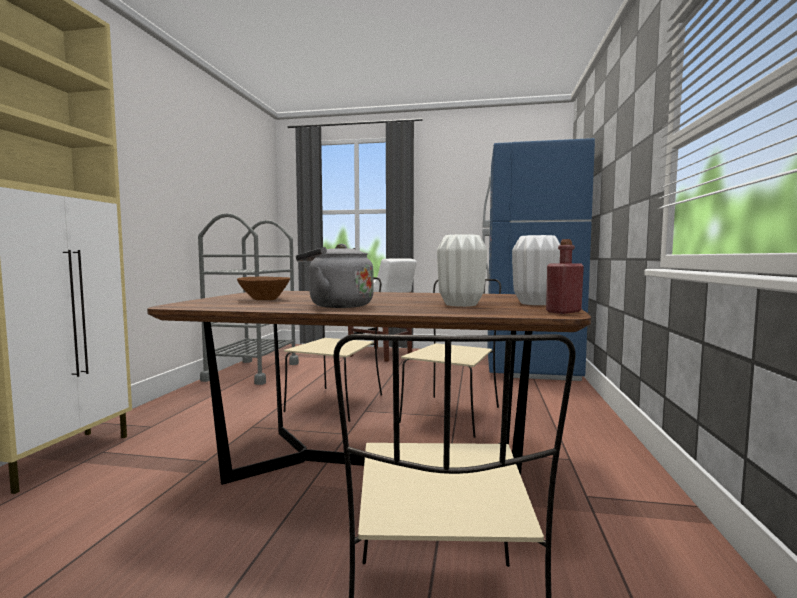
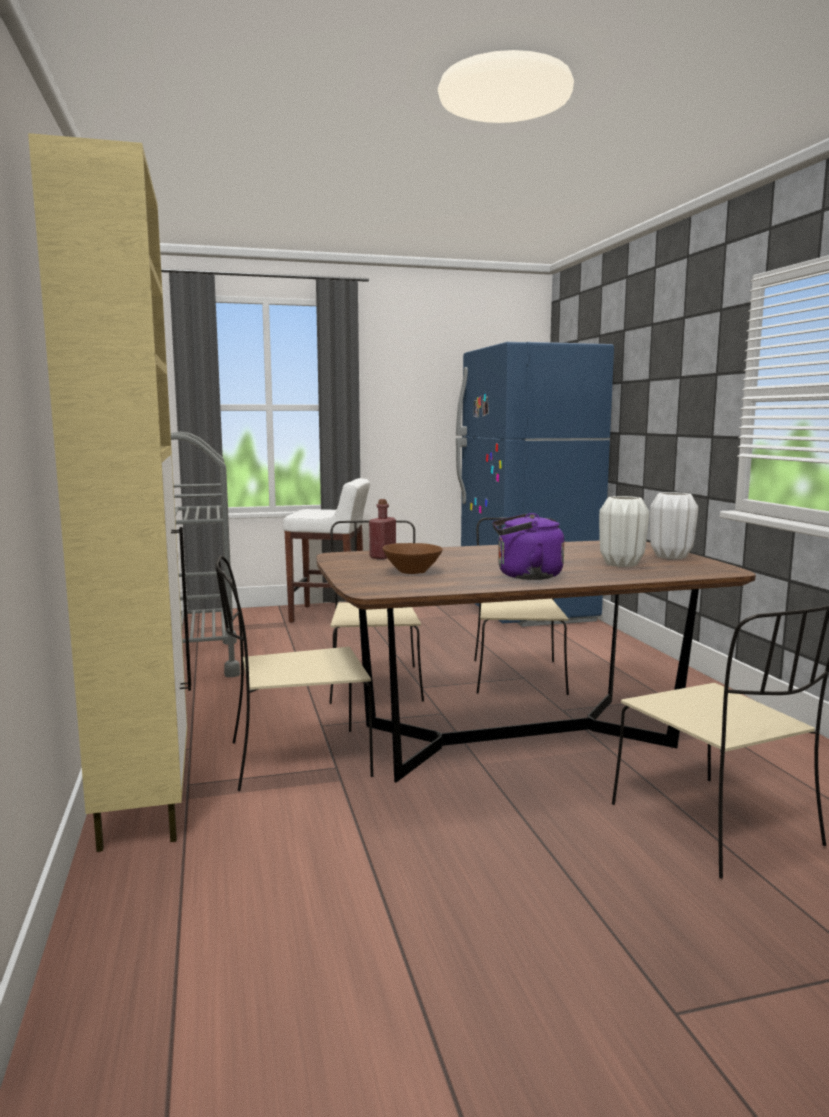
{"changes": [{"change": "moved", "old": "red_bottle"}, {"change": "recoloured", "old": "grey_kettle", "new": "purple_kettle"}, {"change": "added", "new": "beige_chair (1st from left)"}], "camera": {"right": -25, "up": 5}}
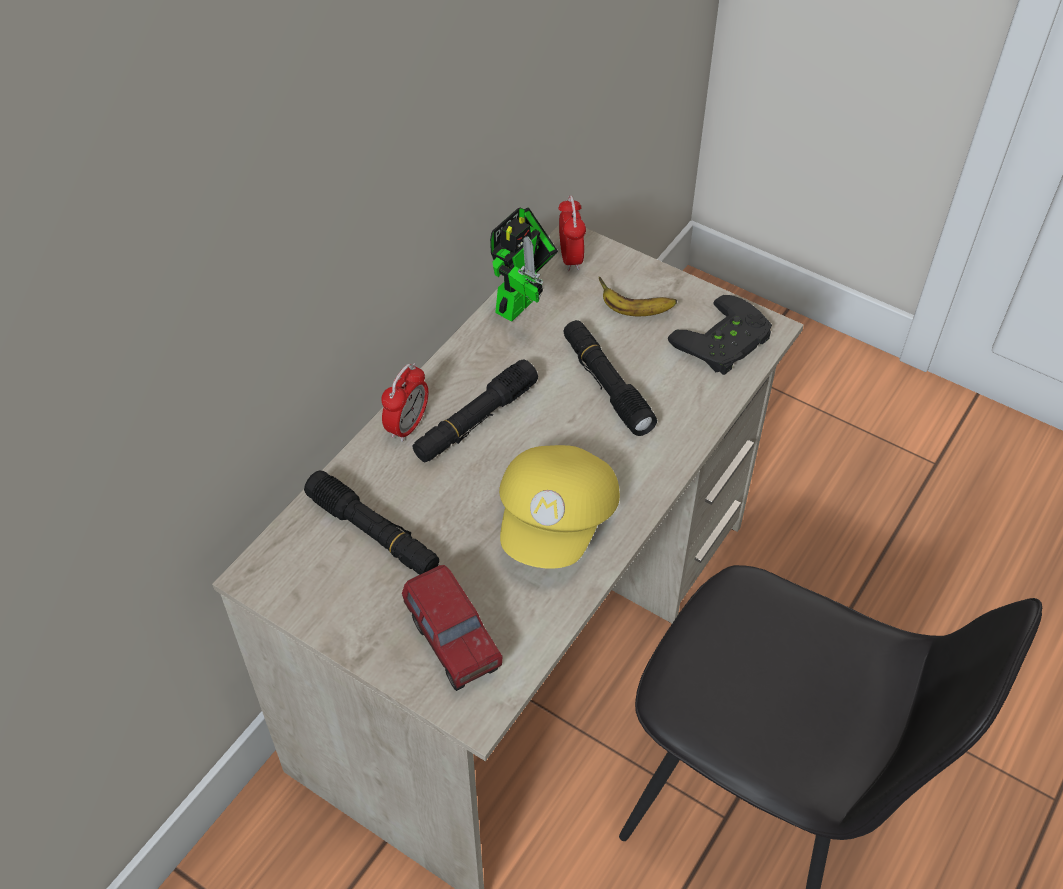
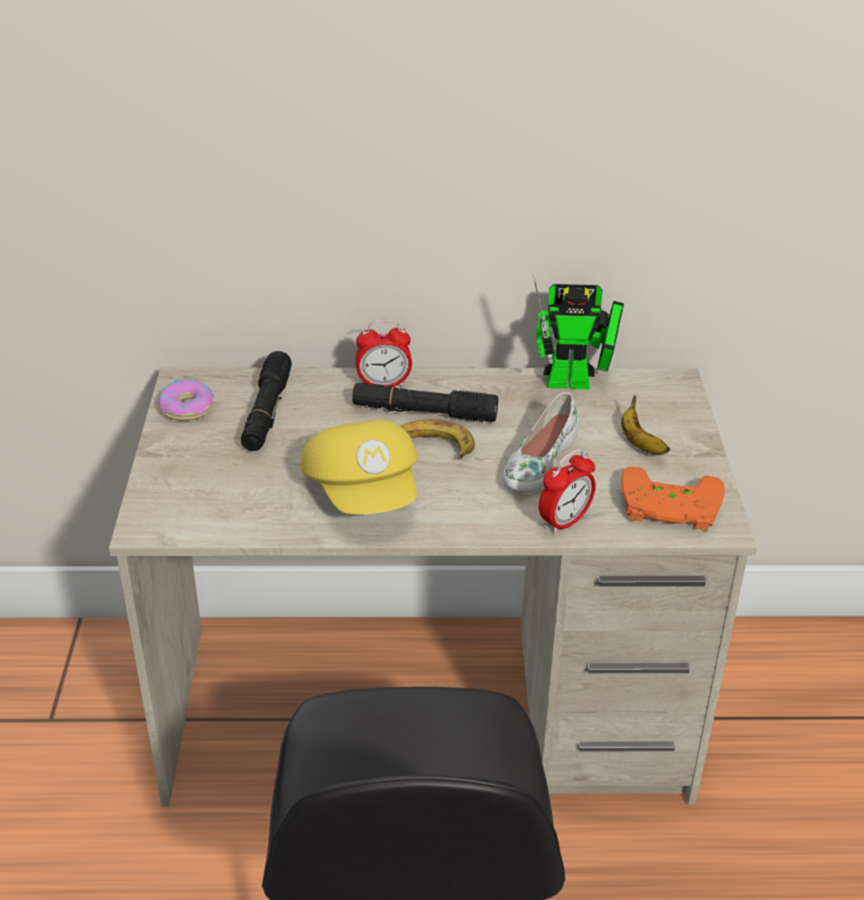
{"changes": [{"change": "moved", "old": "alarm_clock (2nd from left)"}, {"change": "recoloured", "old": "black_game_controller", "new": "orange_game_controller"}, {"change": "replaced", "old": "black_flashlight (3rd from left)", "new": "white_shoe"}, {"change": "turned", "old": "yellow_cap", "degrees": -90}, {"change": "removed", "old": "toy_truck"}, {"change": "added", "new": "donut"}, {"change": "added", "new": "banana (1st from left)"}], "camera": {"right": 55, "up": -15}}
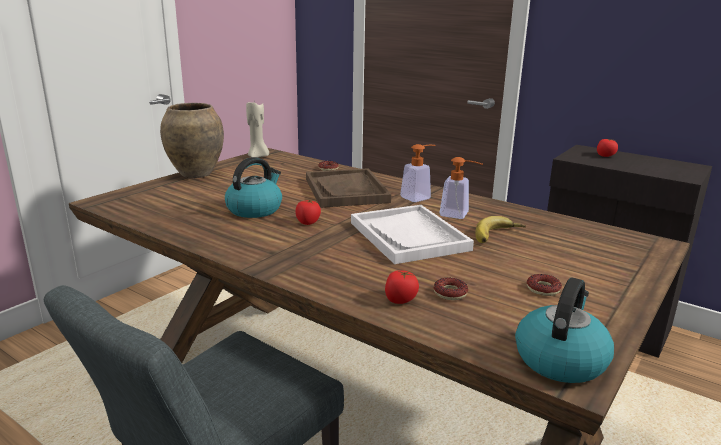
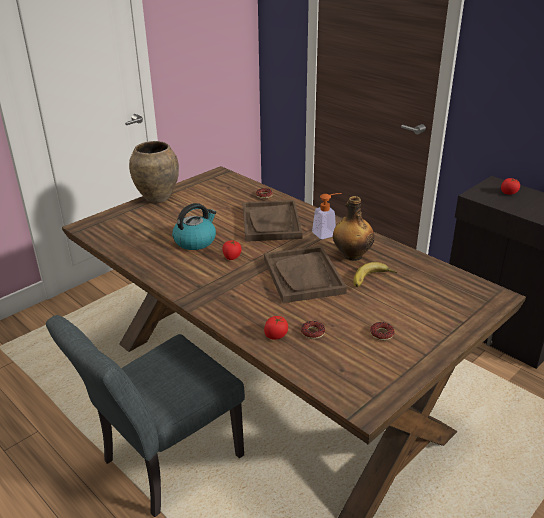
{"changes": [{"change": "removed", "old": "beige_candle"}, {"change": "replaced", "old": "soap_dispenser (2nd from left)", "new": "bottle"}, {"change": "recoloured", "old": "white_tray", "new": "brown_tray (2nd from left)"}, {"change": "removed", "old": "kettle (2nd from left)"}], "camera": {"right": 10, "up": 10}}
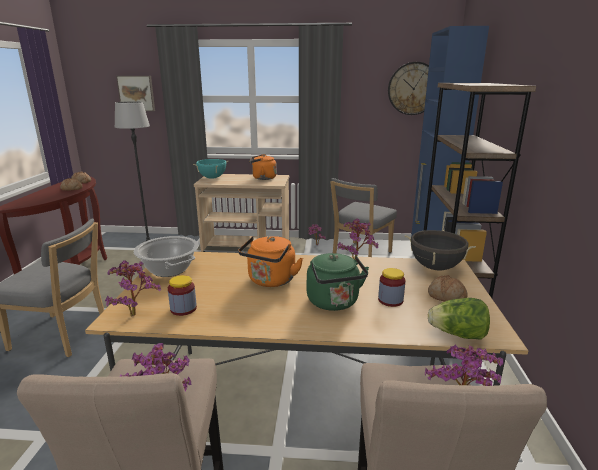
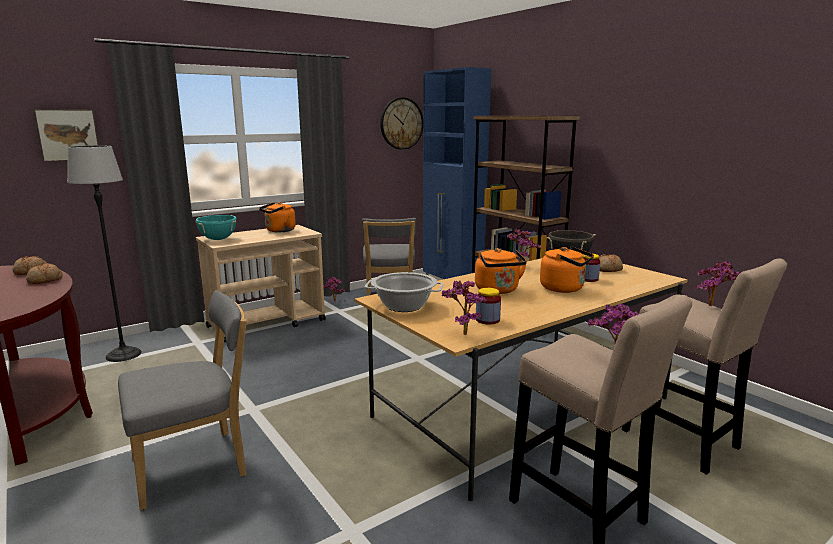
{"changes": [{"change": "recoloured", "old": "green_kettle", "new": "orange_kettle (3rd from left)"}, {"change": "removed", "old": "lettuce"}], "camera": {"right": -40, "up": -5}}
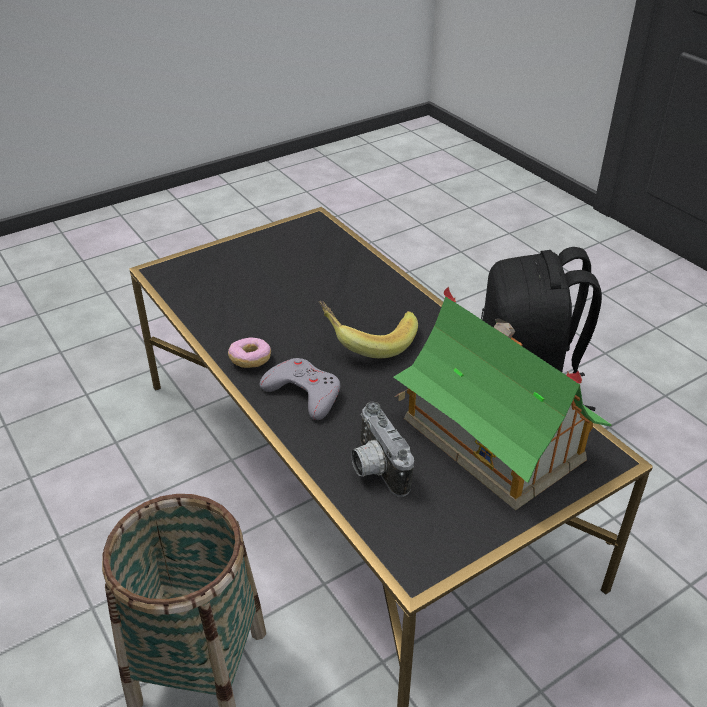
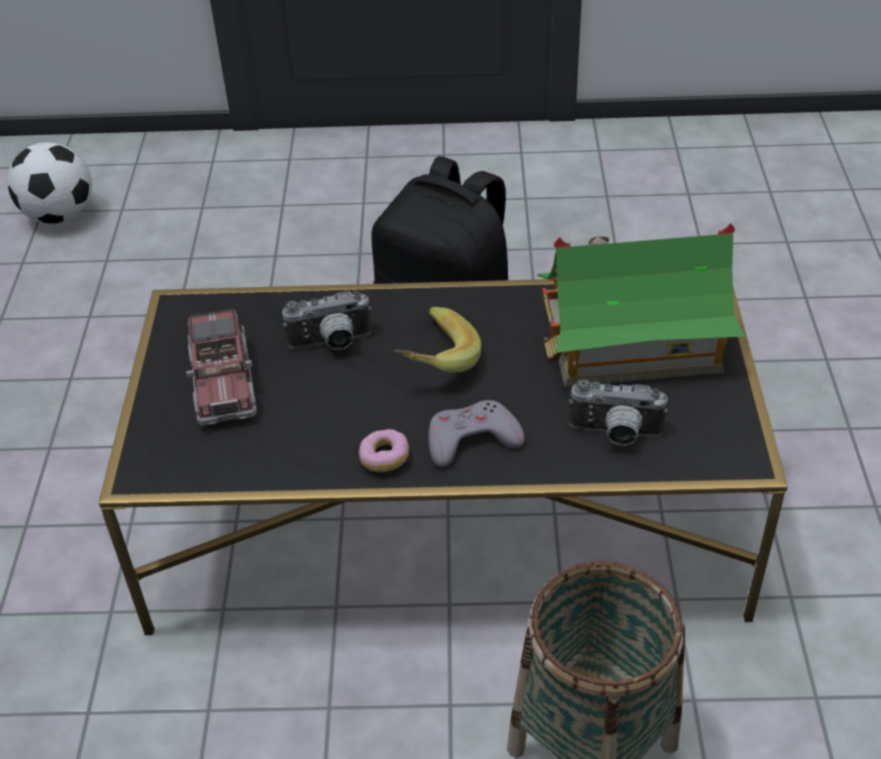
{"changes": [{"change": "added", "new": "football"}, {"change": "added", "new": "photo_camera (1st from left)"}, {"change": "added", "new": "toy_truck"}], "camera": {"right": -55, "up": 5}}
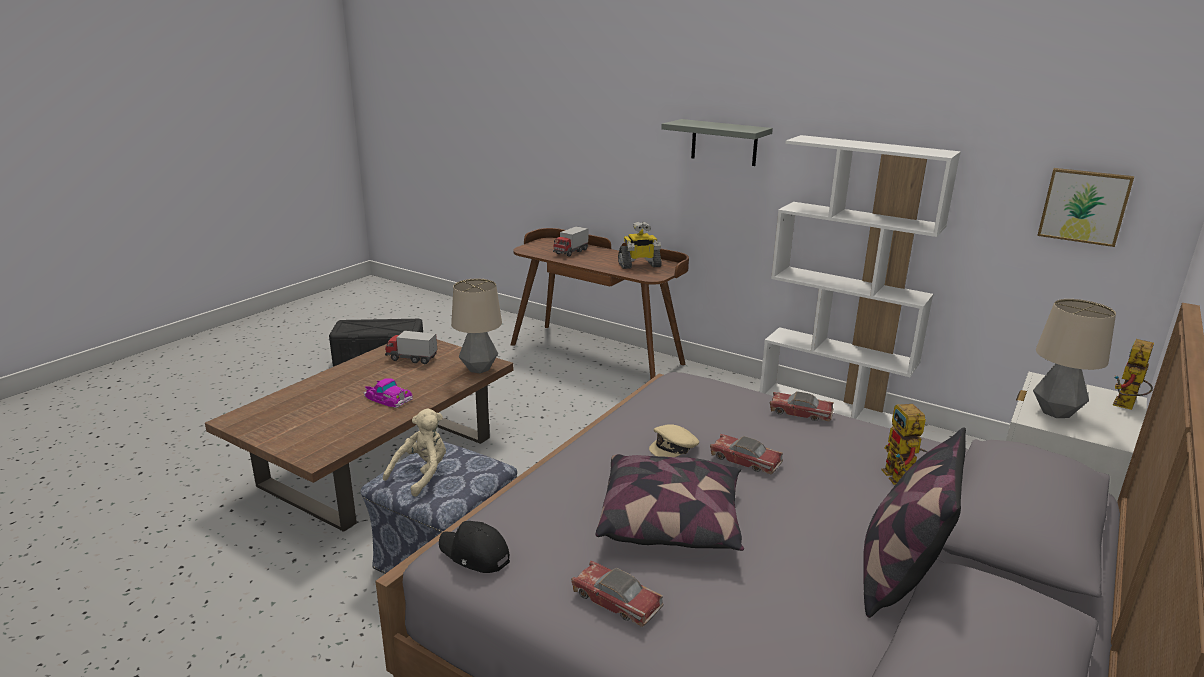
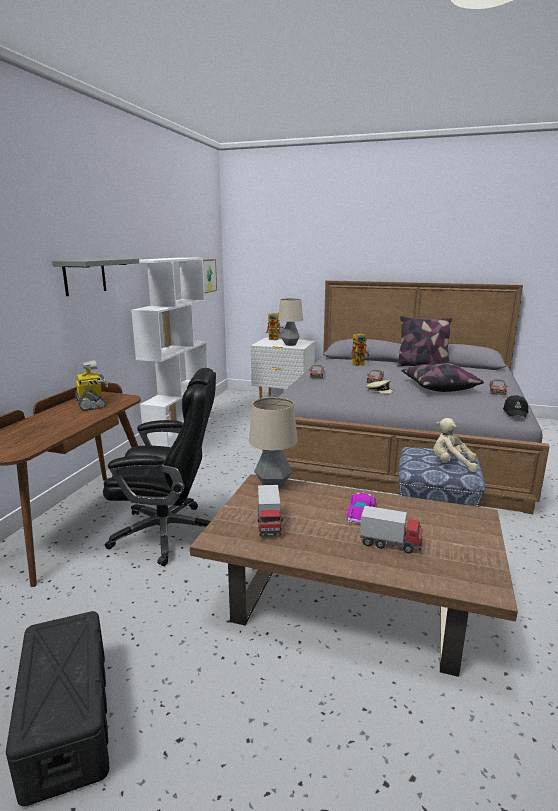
{"changes": [{"change": "moved", "old": "toy_truck (2nd from left)"}, {"change": "added", "new": "black_office_chair"}], "camera": {"right": -105, "up": -5}}
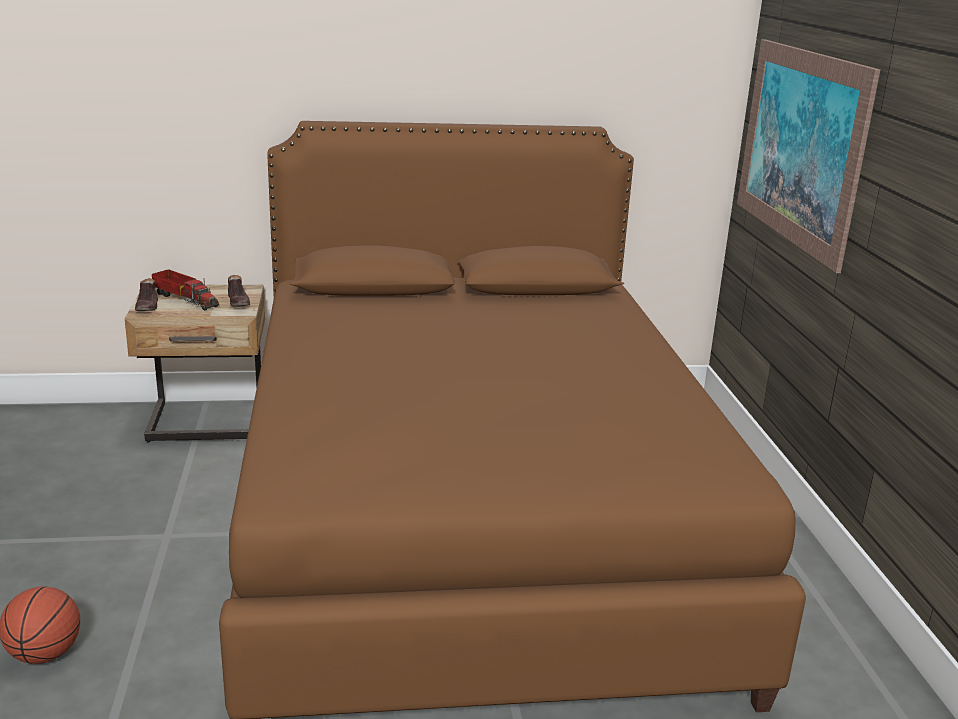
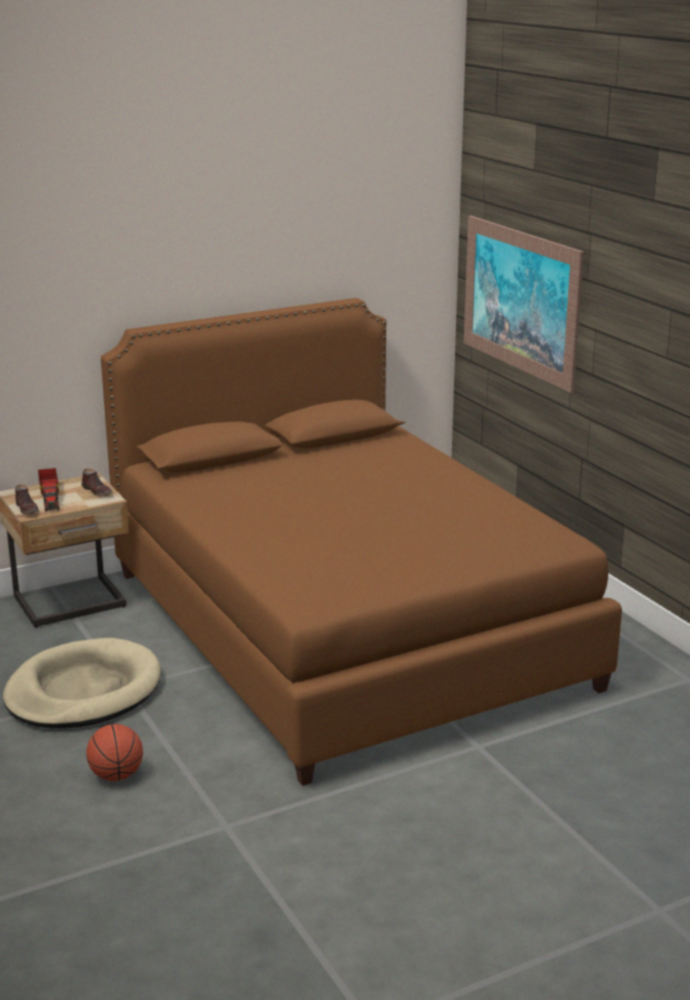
{"changes": [{"change": "turned", "old": "toy_truck", "degrees": 60}, {"change": "added", "new": "beige_dog_bed"}], "camera": {"right": -20, "up": 0}}
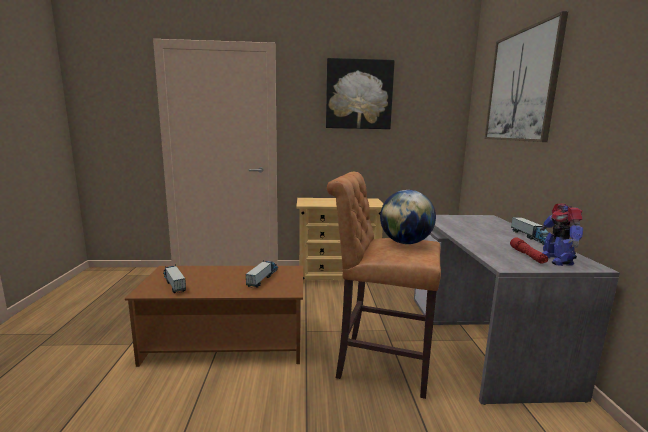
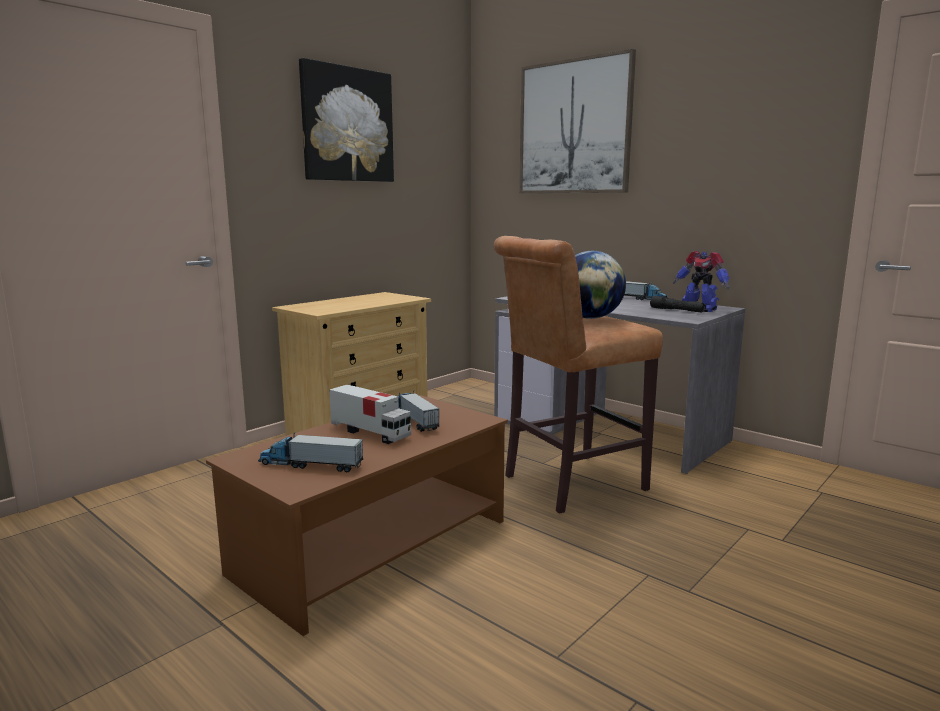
{"changes": [{"change": "recoloured", "old": "red_flashlight", "new": "black_flashlight"}, {"change": "added", "new": "toy_truck (2nd from left)"}], "camera": {"right": -45, "up": 0}}
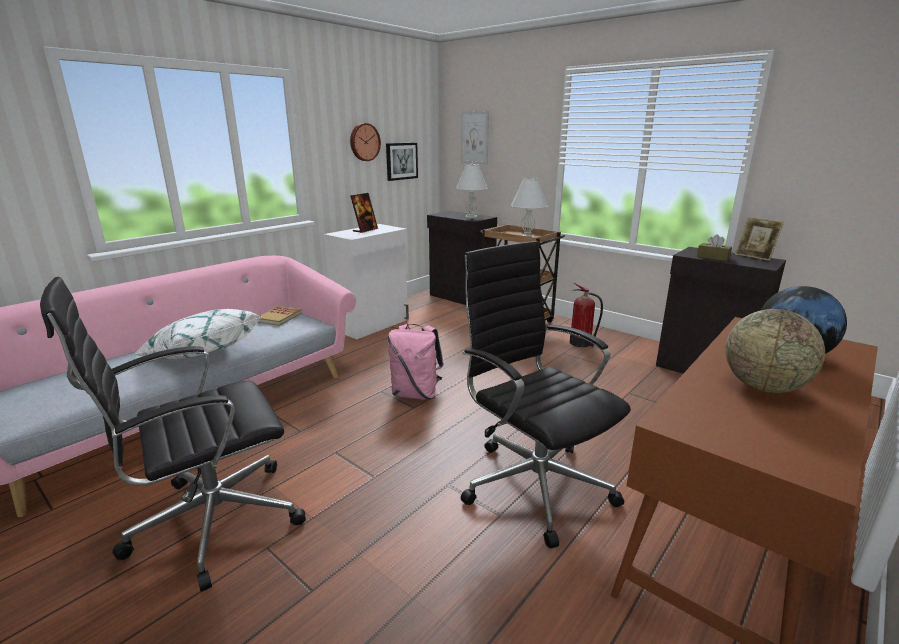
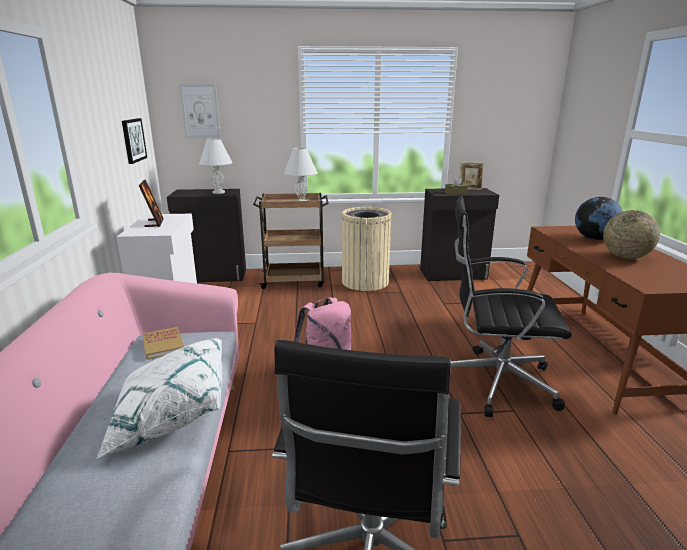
{"changes": [{"change": "removed", "old": "wall_clock"}, {"change": "replaced", "old": "fire_extinguisher", "new": "beige_trash_can"}], "camera": {"right": -45, "up": 0}}
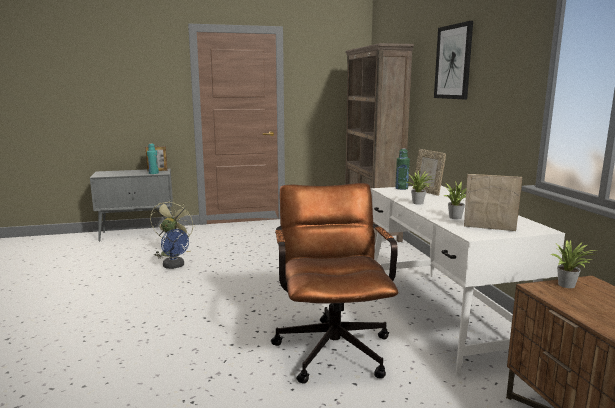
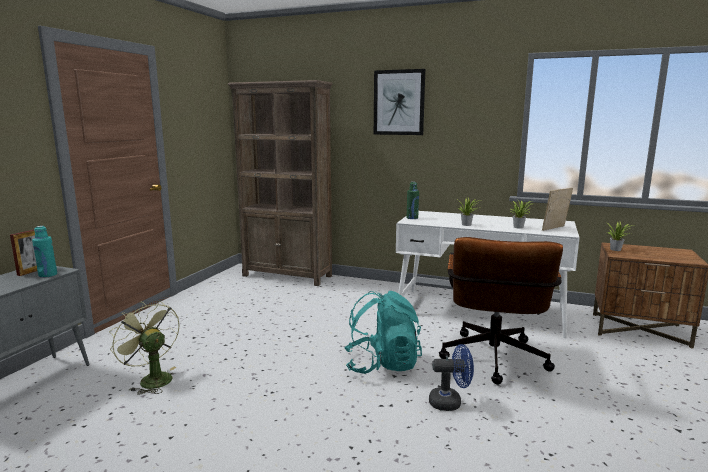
{"changes": [{"change": "removed", "old": "picture_frame (2nd from left)"}, {"change": "turned", "old": "brown_office_chair", "degrees": -105}, {"change": "moved", "old": "blue_fan"}, {"change": "added", "new": "turquoise_backpack"}], "camera": {"right": -55, "up": 0}}
